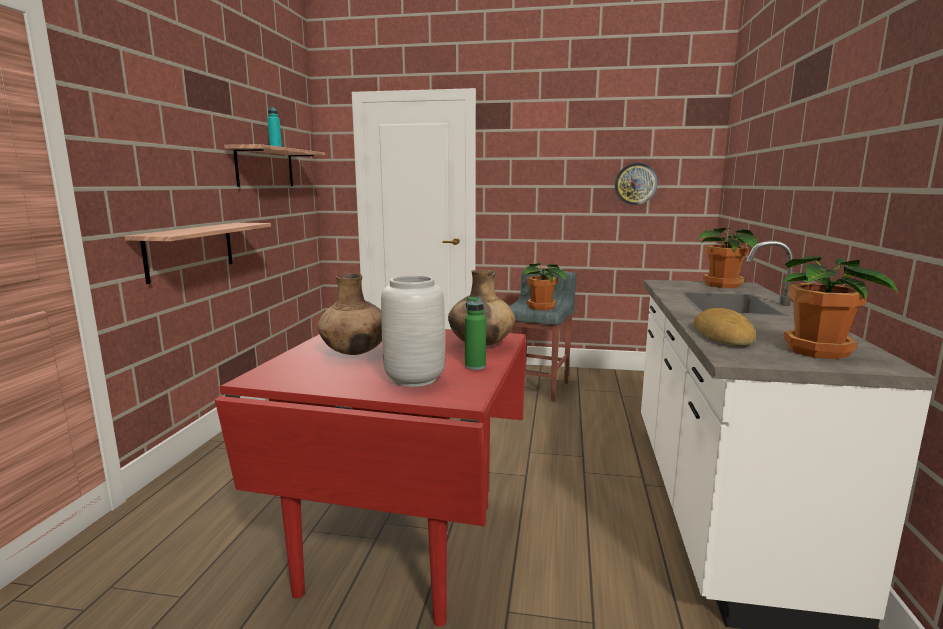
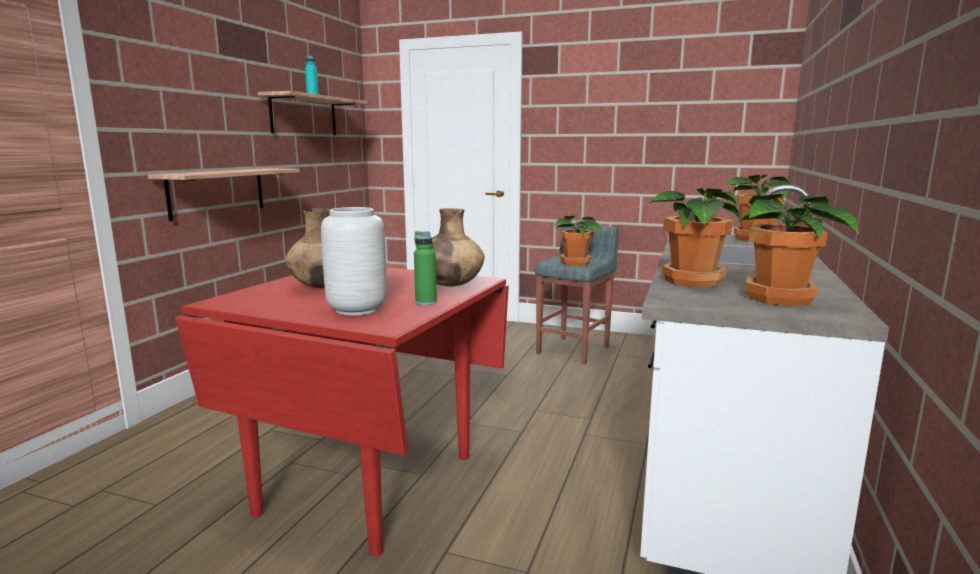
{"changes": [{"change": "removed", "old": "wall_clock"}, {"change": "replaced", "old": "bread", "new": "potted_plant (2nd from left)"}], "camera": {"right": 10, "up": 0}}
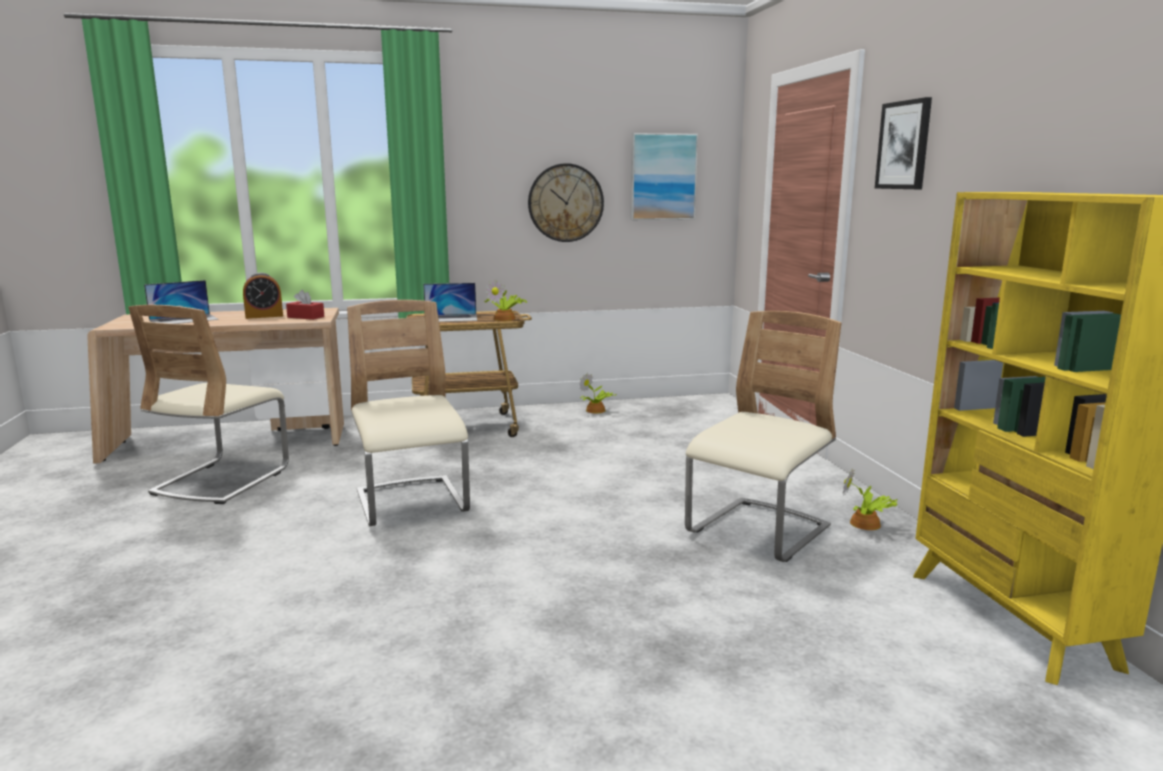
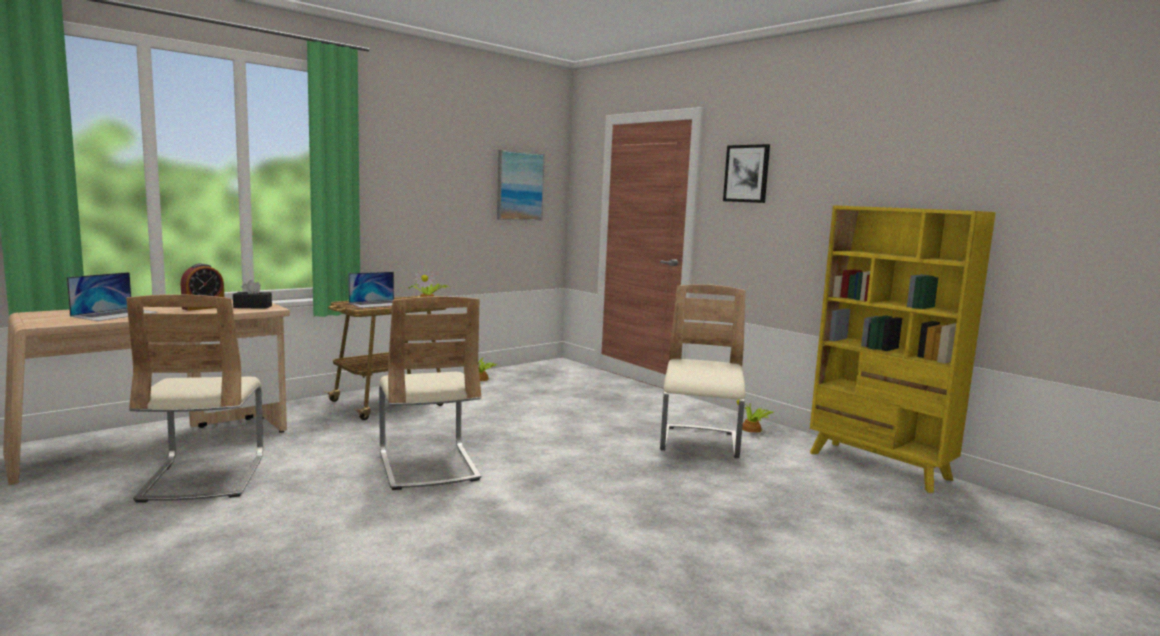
{"changes": [{"change": "removed", "old": "wall_clock"}, {"change": "recoloured", "old": "red_tissue_box", "new": "black_tissue_box"}, {"change": "turned", "old": "beige_chair (2nd from left)", "degrees": -150}], "camera": {"right": -30, "up": -5}}
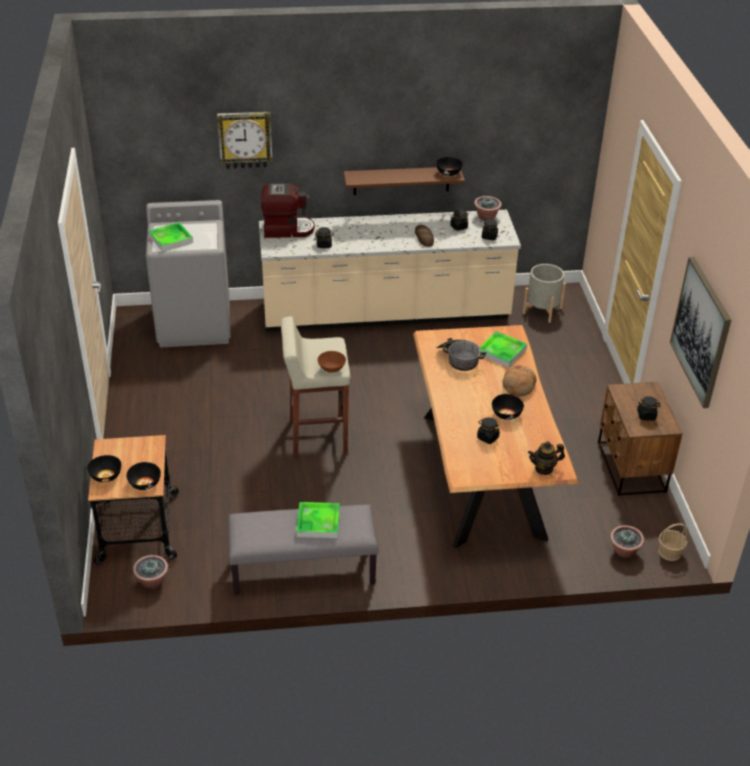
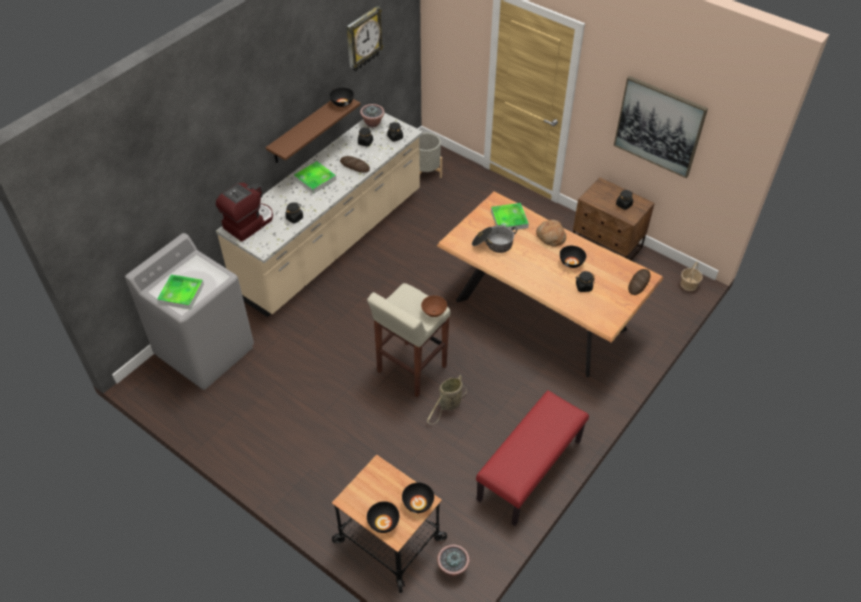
{"changes": [{"change": "moved", "old": "wall_clock"}, {"change": "replaced", "old": "teapot", "new": "bread (3rd from left)"}, {"change": "moved", "old": "tray (2nd from left)"}, {"change": "recoloured", "old": "grey_bench", "new": "red_bench"}, {"change": "removed", "old": "potted_plant (3rd from left)"}, {"change": "added", "new": "basket (1st from left)"}], "camera": {"right": -45, "up": 10}}
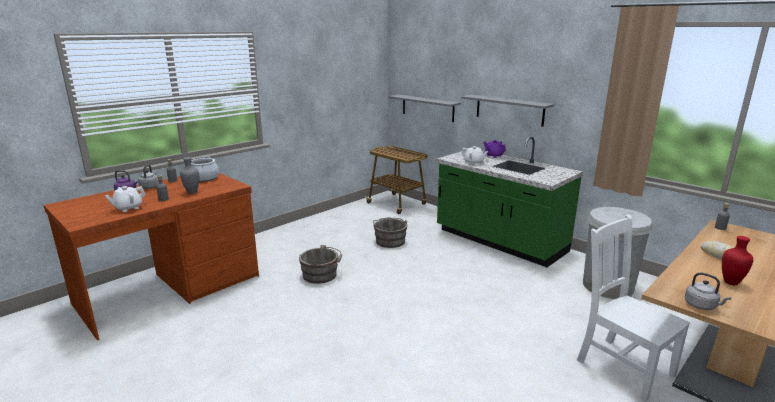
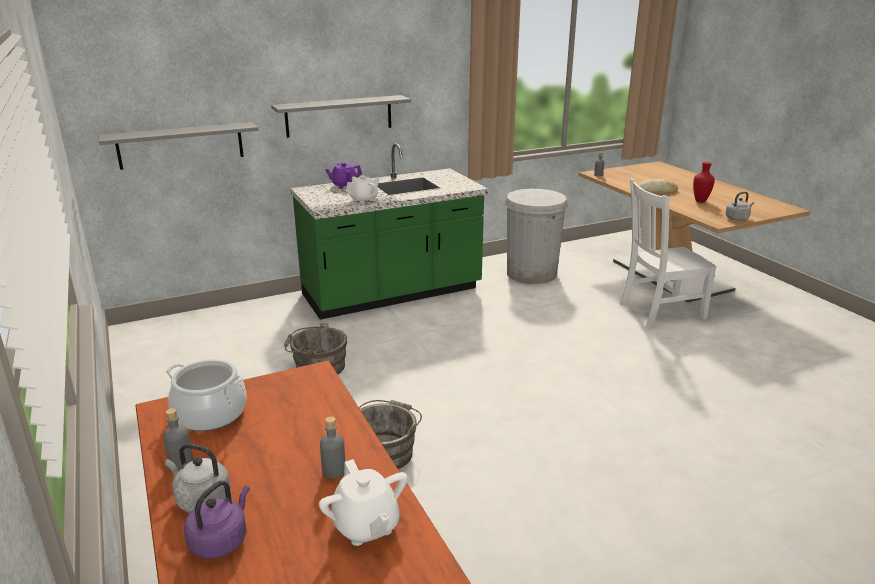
{"changes": [{"change": "removed", "old": "cart"}, {"change": "removed", "old": "grey_vase"}], "camera": {"right": -70, "up": 5}}
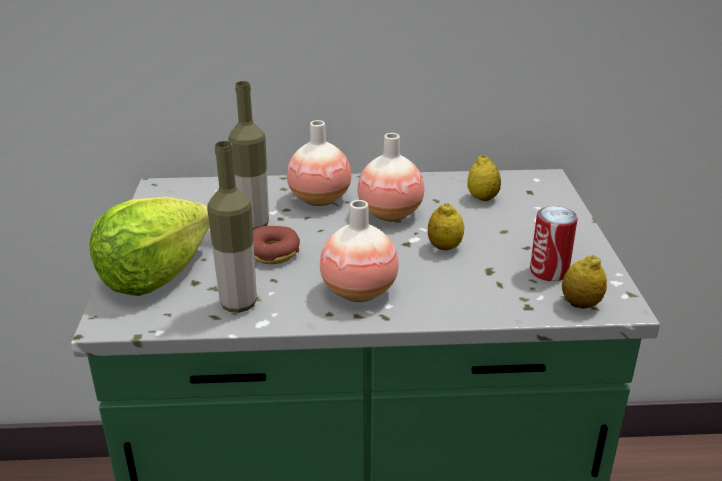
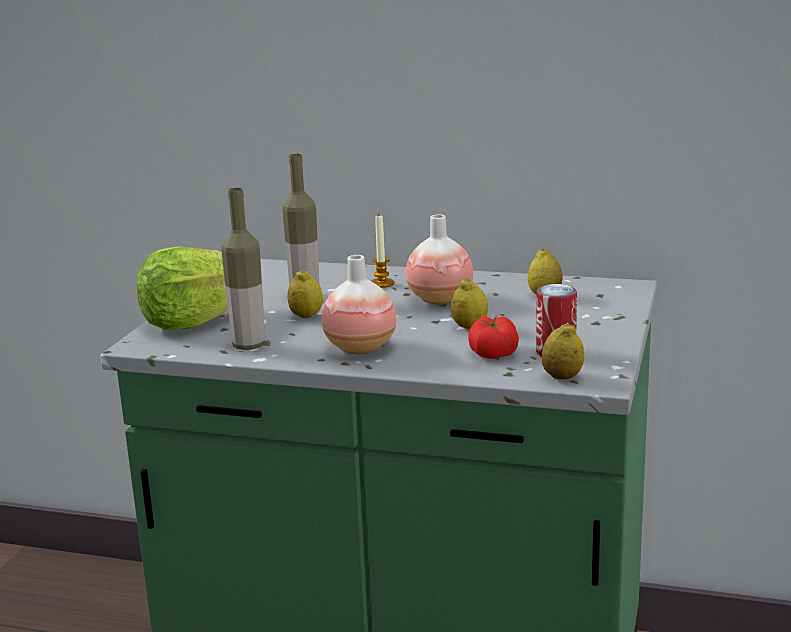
{"changes": [{"change": "replaced", "old": "vase (1st from left)", "new": "candle"}, {"change": "replaced", "old": "donut", "new": "lemon (1st from left)"}, {"change": "added", "new": "tomato"}], "camera": {"right": 20, "up": -10}}
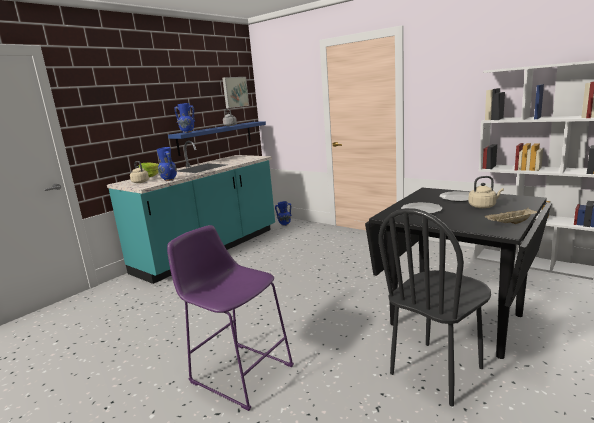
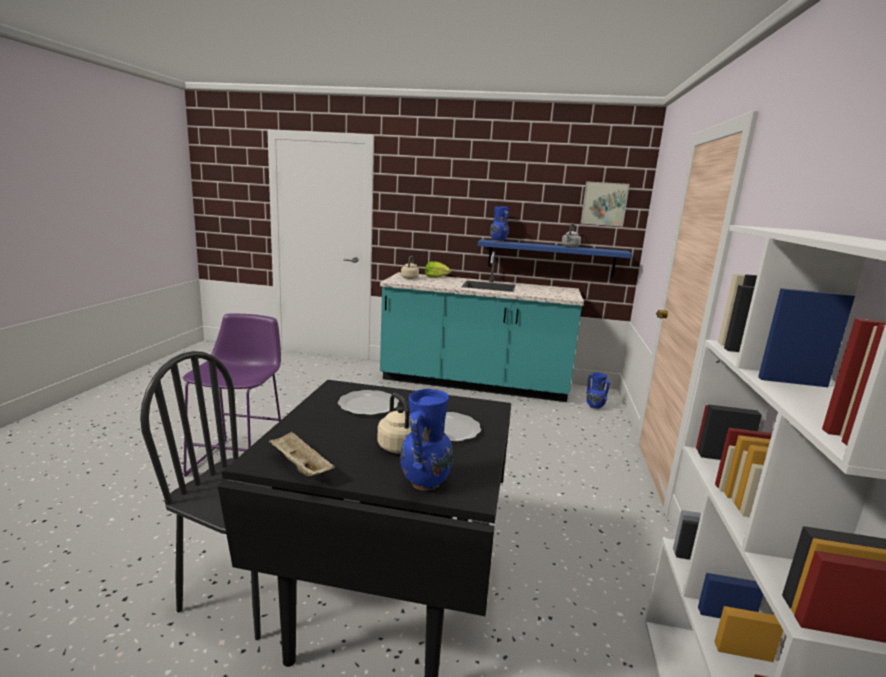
{"changes": [{"change": "moved", "old": "blue_vase (1st from left)"}], "camera": {"right": 60, "up": 0}}
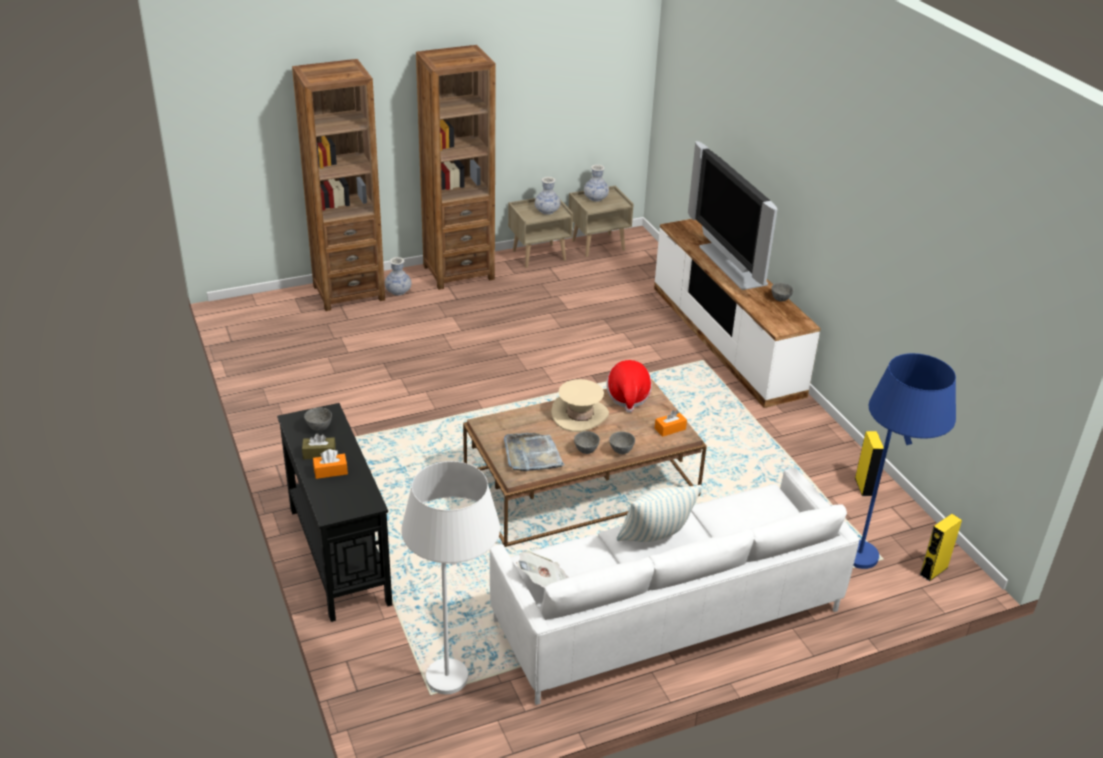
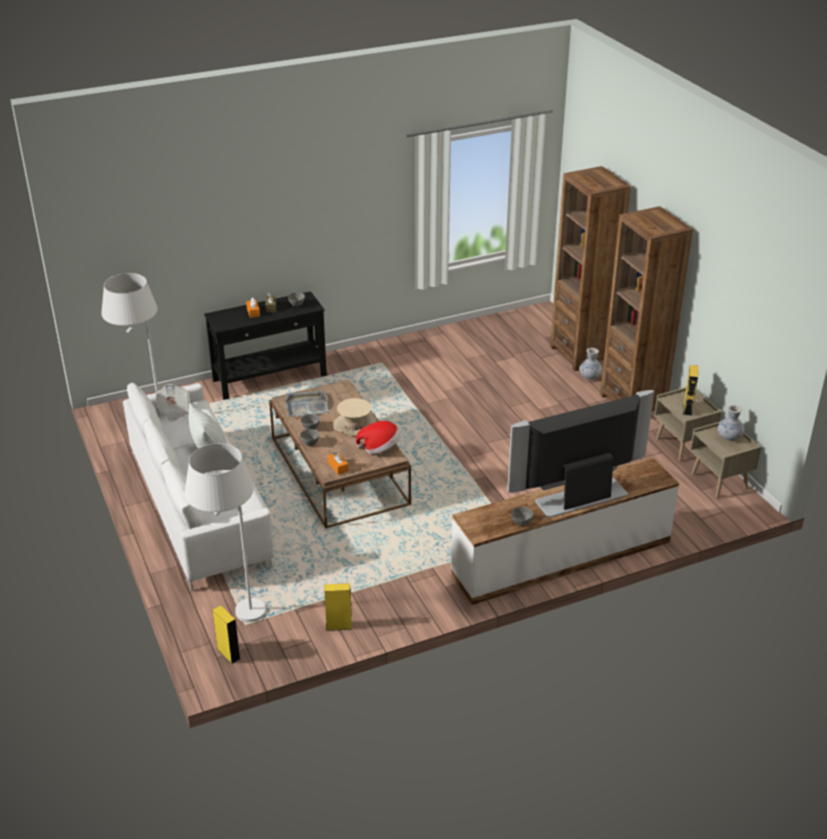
{"changes": [{"change": "replaced", "old": "vase (2nd from left)", "new": "yellow_speaker (3rd from left)"}, {"change": "recoloured", "old": "blue_floor_lamp", "new": "white_floor_lamp (2nd from left)"}], "camera": {"right": 90, "up": 0}}
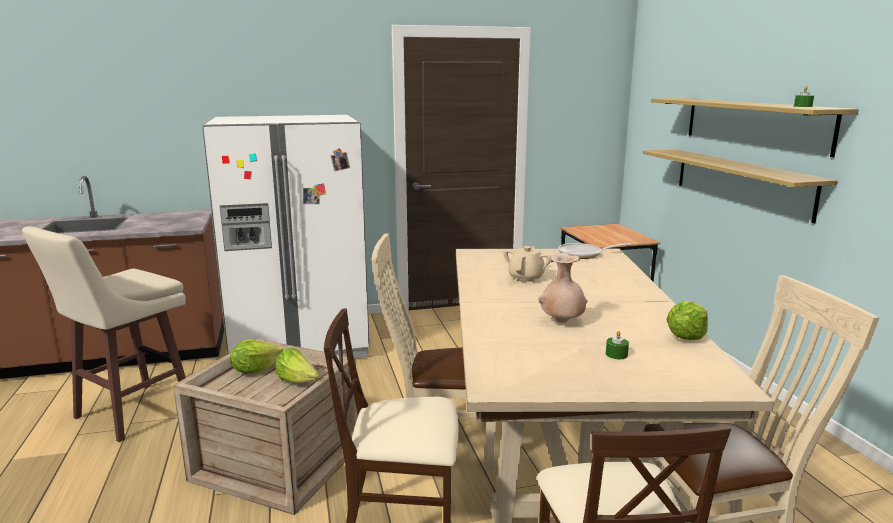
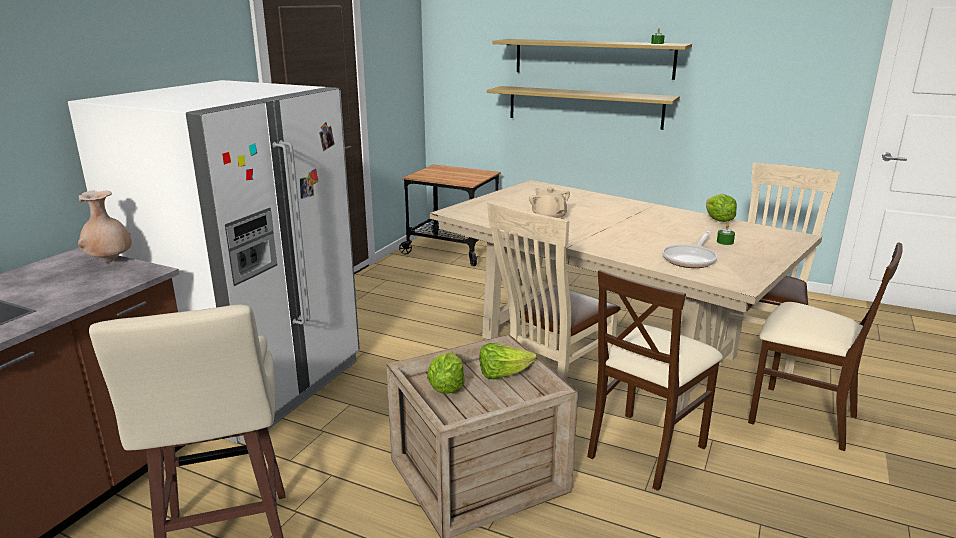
{"changes": [{"change": "moved", "old": "frying_pan"}, {"change": "moved", "old": "beige_vase"}], "camera": {"right": -50, "up": 5}}
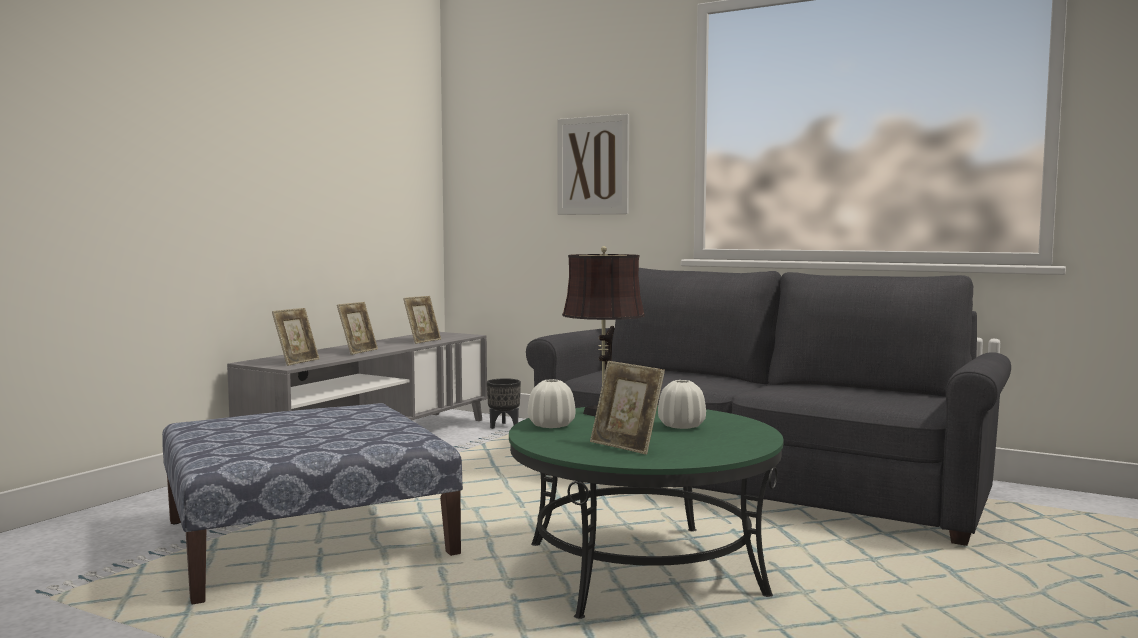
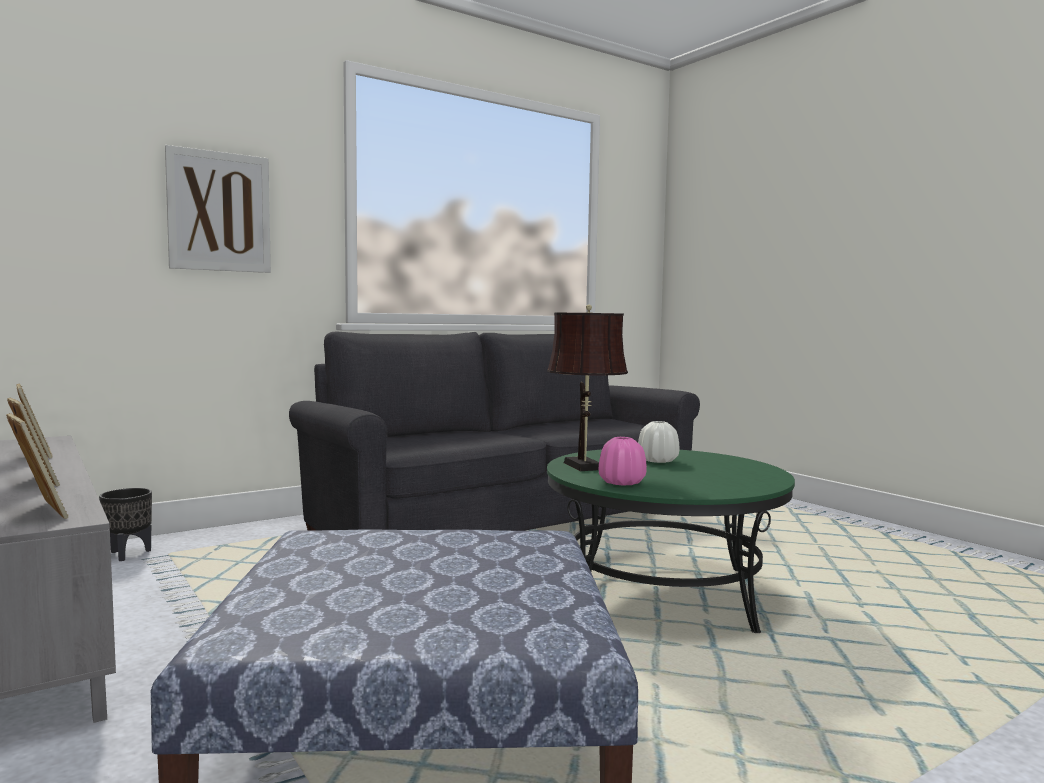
{"changes": [{"change": "removed", "old": "picture_frame (4th from left)"}, {"change": "recoloured", "old": "white_vase (1st from left)", "new": "pink_vase"}], "camera": {"right": -65, "up": 0}}
